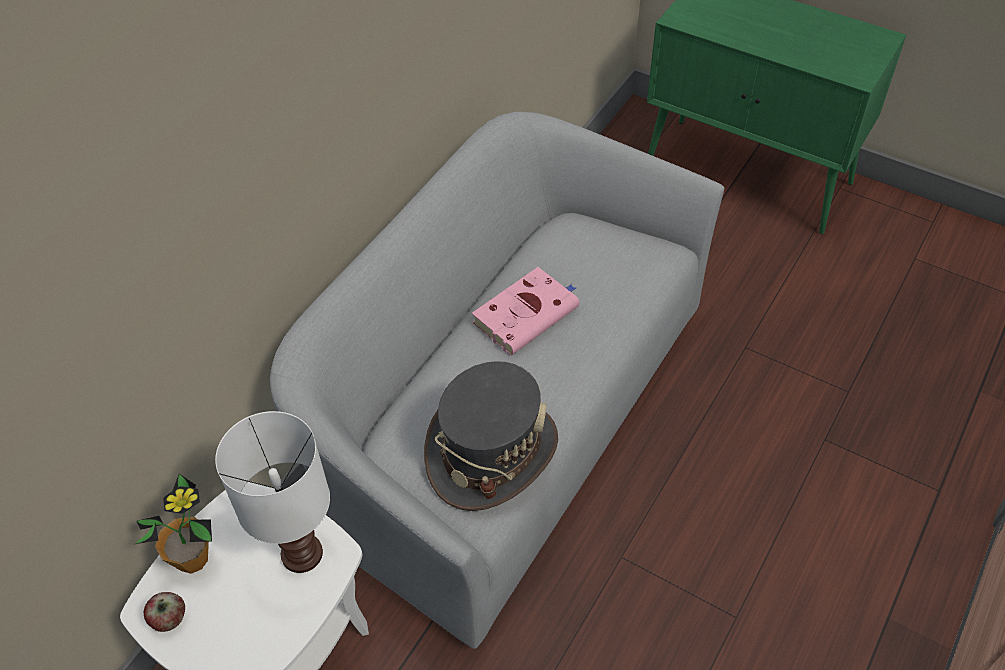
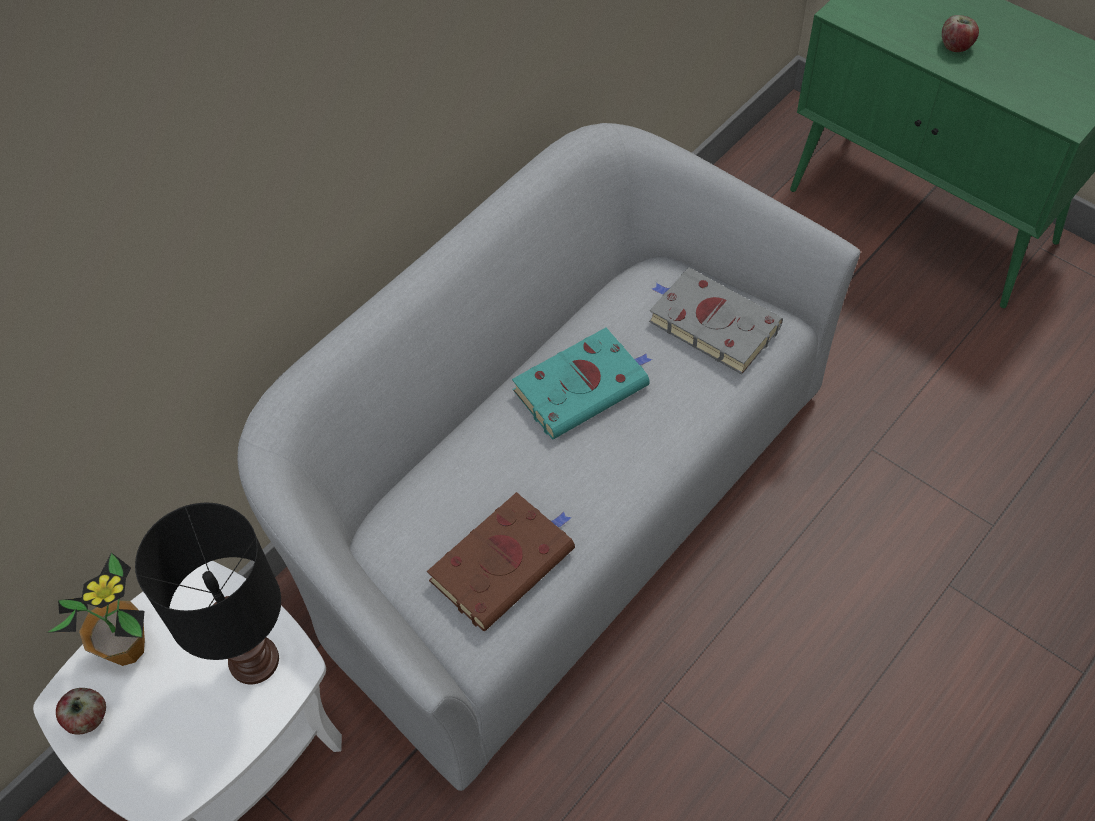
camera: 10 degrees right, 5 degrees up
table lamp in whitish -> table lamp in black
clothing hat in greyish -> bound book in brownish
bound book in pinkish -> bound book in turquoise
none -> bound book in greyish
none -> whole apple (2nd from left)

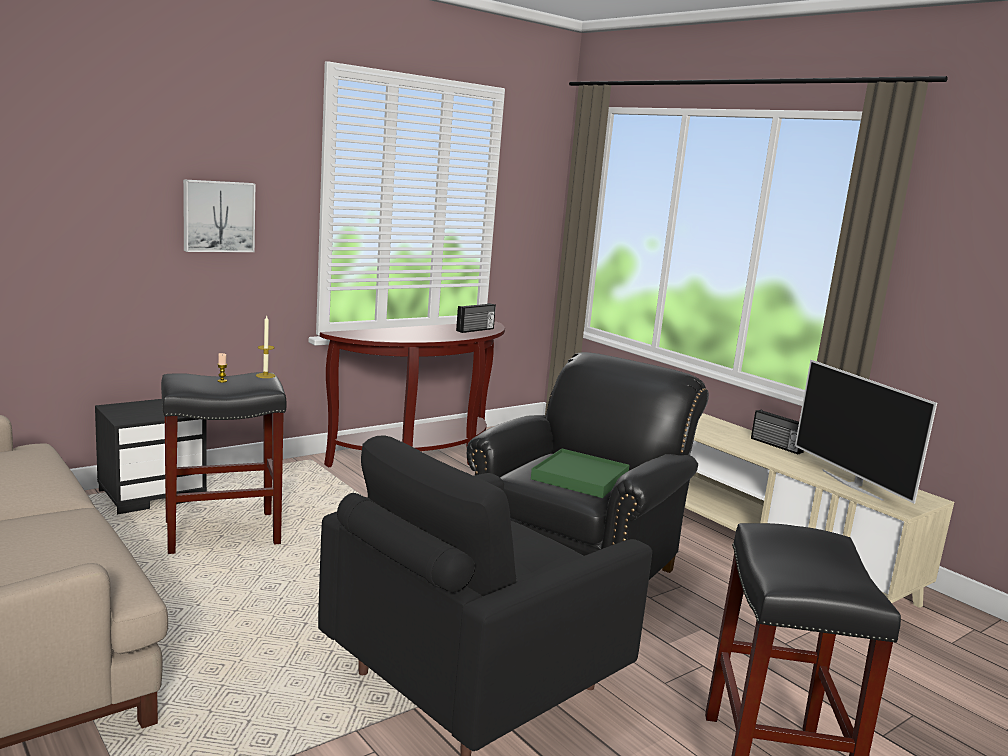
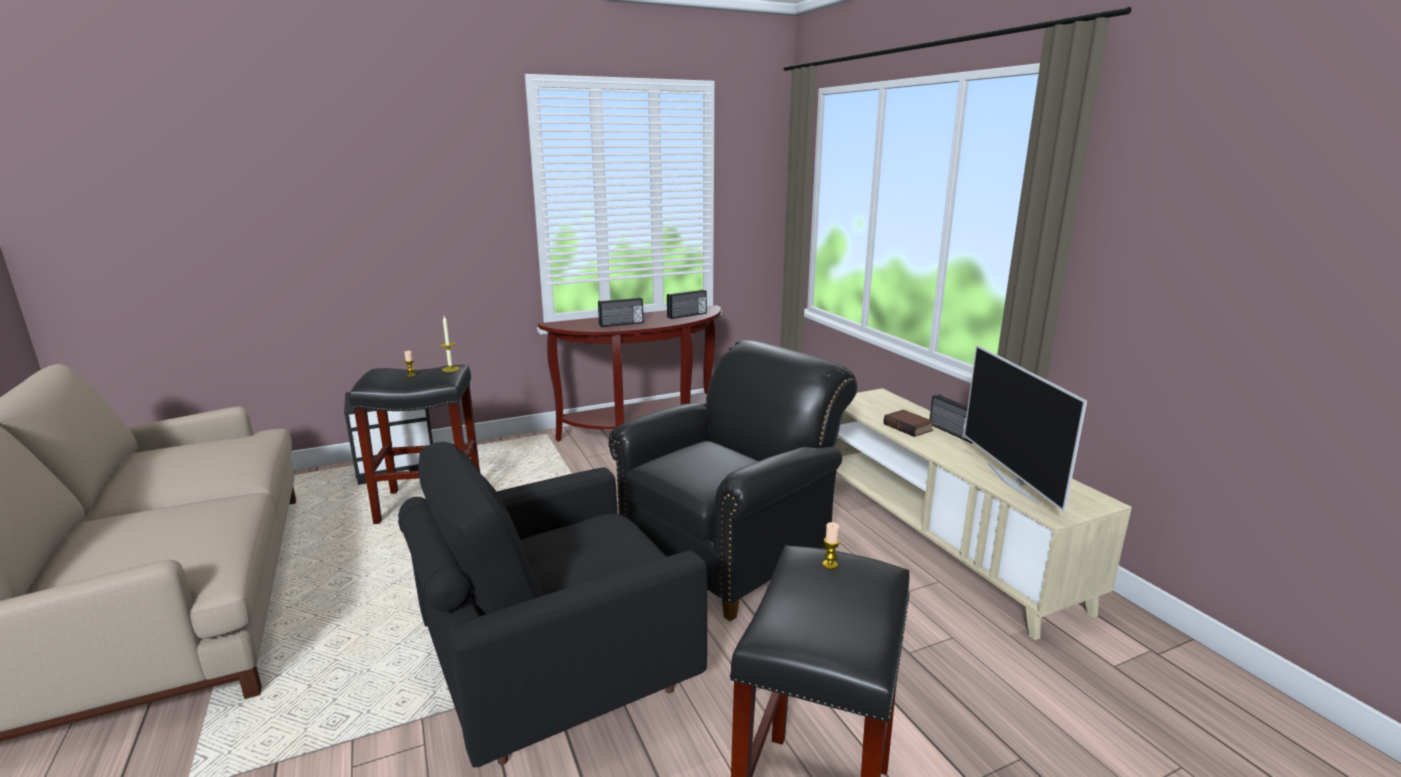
camera: 15 degrees right, 5 degrees up
none -> radio (1st from left)
none -> wax light (3rd from left)
none -> bound book
wall art -> none
tray in greenish -> none

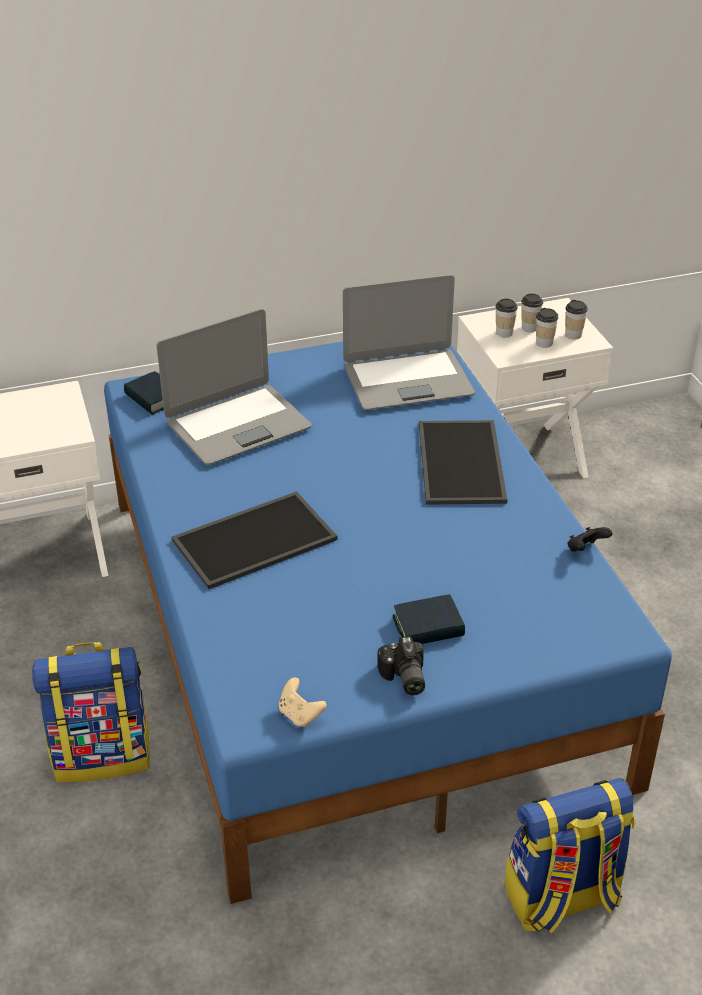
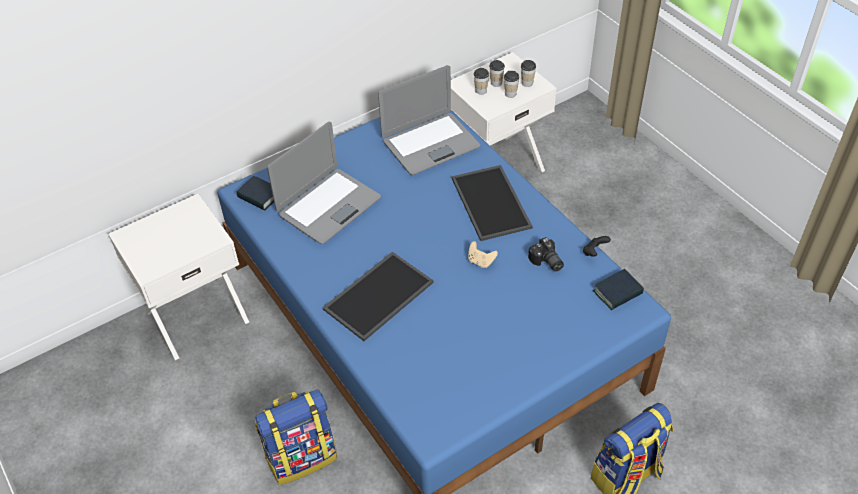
camera: 15 degrees left, 10 degrees up
game controller in beige-coloured, moved
still camera, moved
bound book (2nd from left), moved

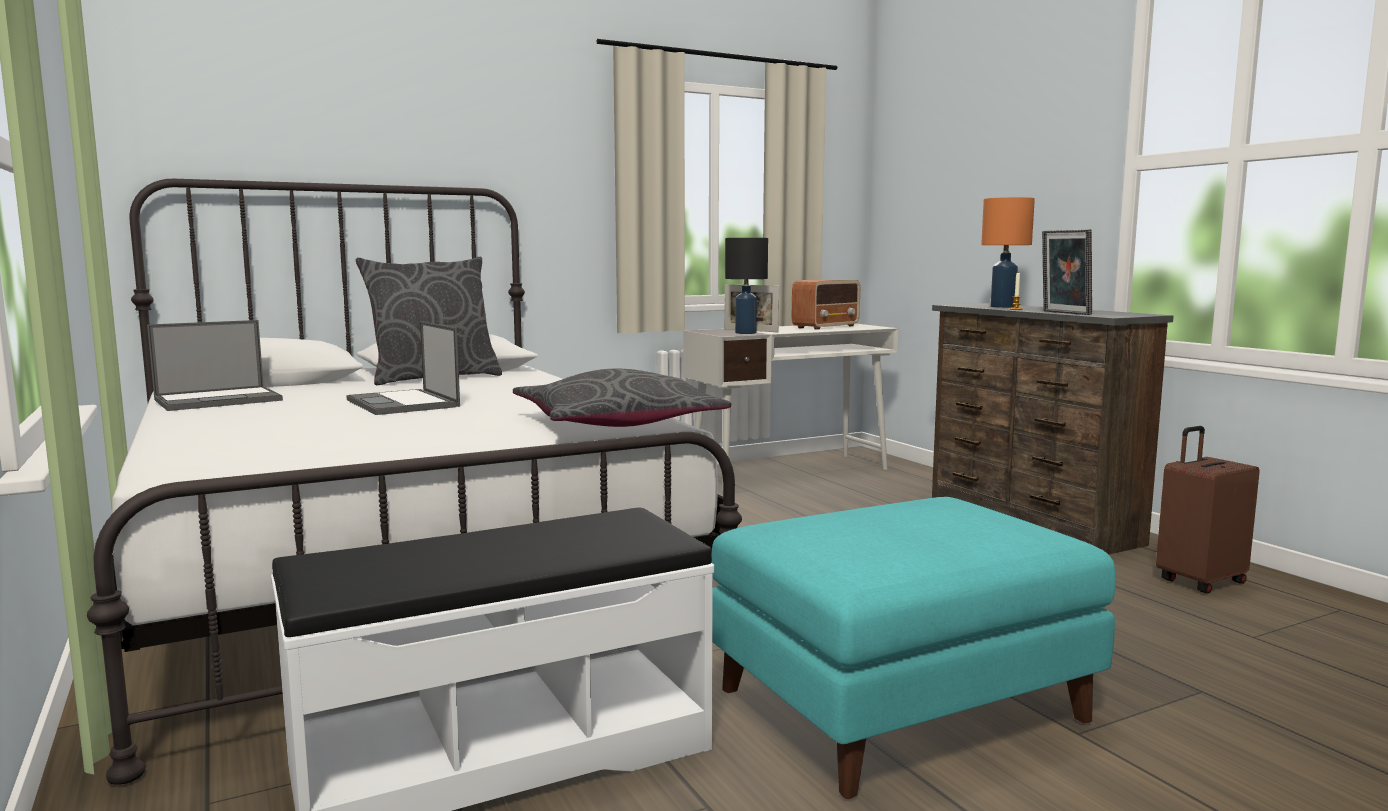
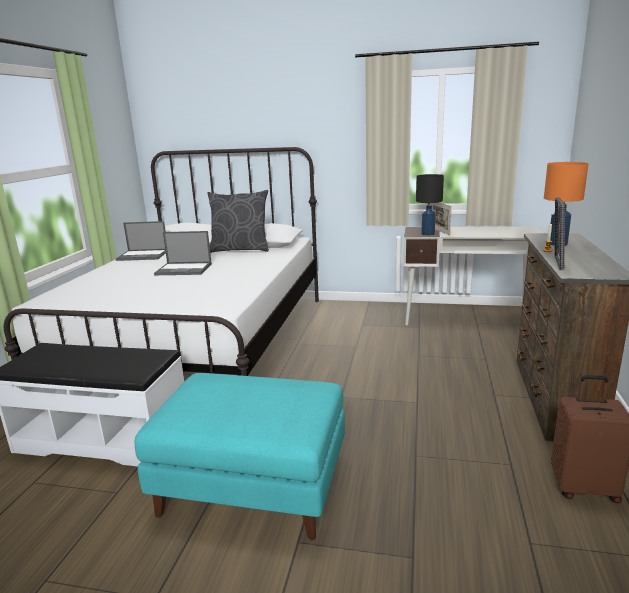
camera: 40 degrees right, 10 degrees up
laptop (2nd from left), 90 degrees counterclockwise
pillow in greyish (2nd from left) -> none
radio -> none

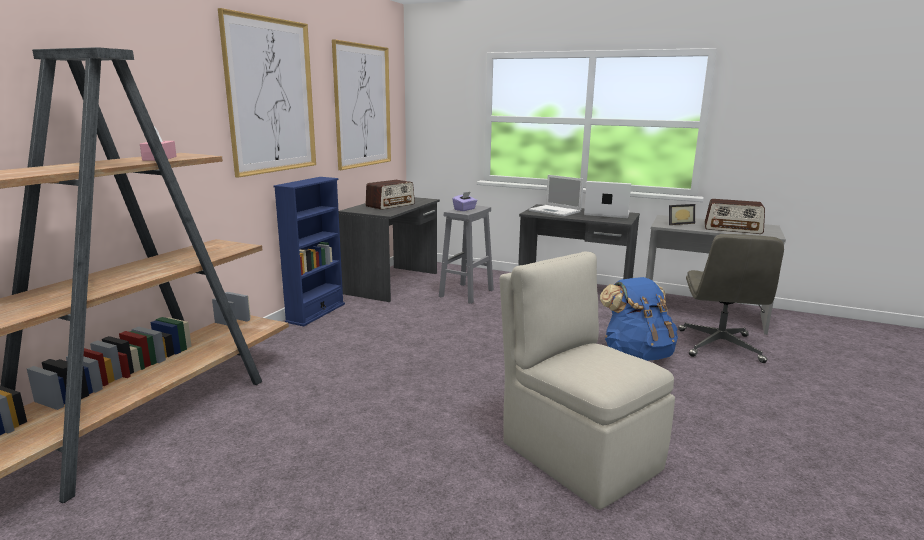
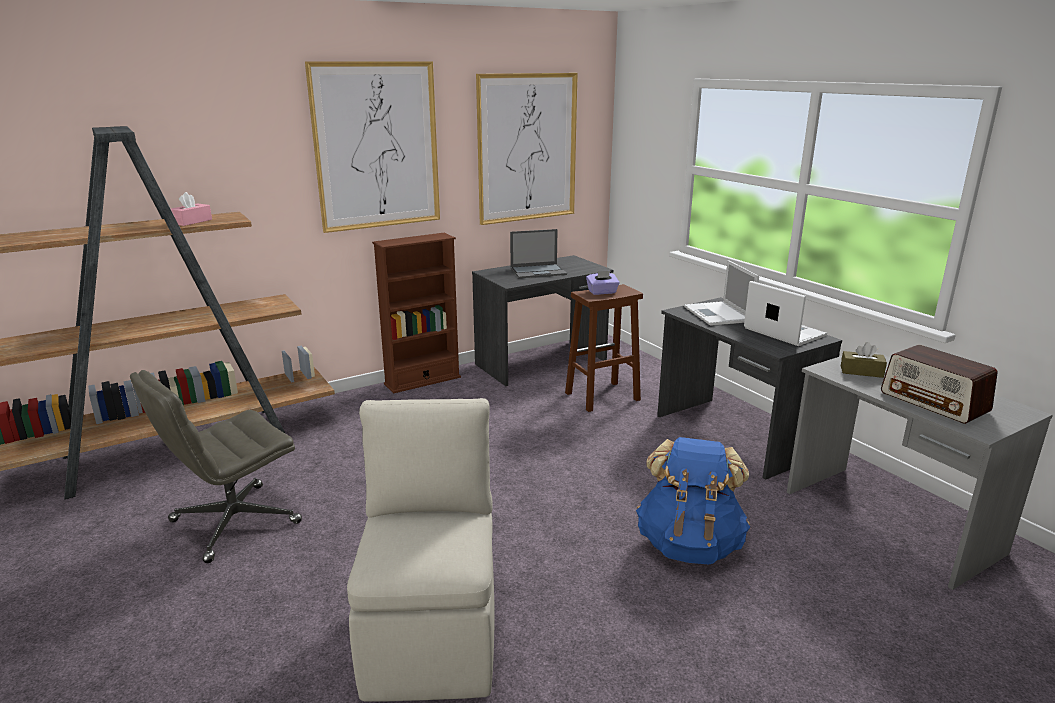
camera: 35 degrees right, 5 degrees up
office chair in greyish, moved
shelving unit in bluish -> shelving unit in brownish (2nd from left)
radio (1st from left) -> laptop (1st from left)
sitting stool in greyish -> sitting stool in brownish
picture frame -> box of tissues in brownish

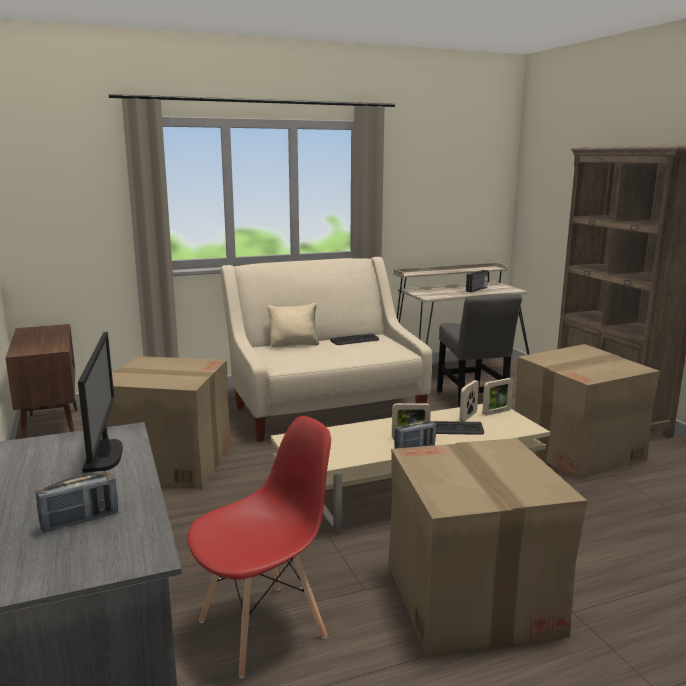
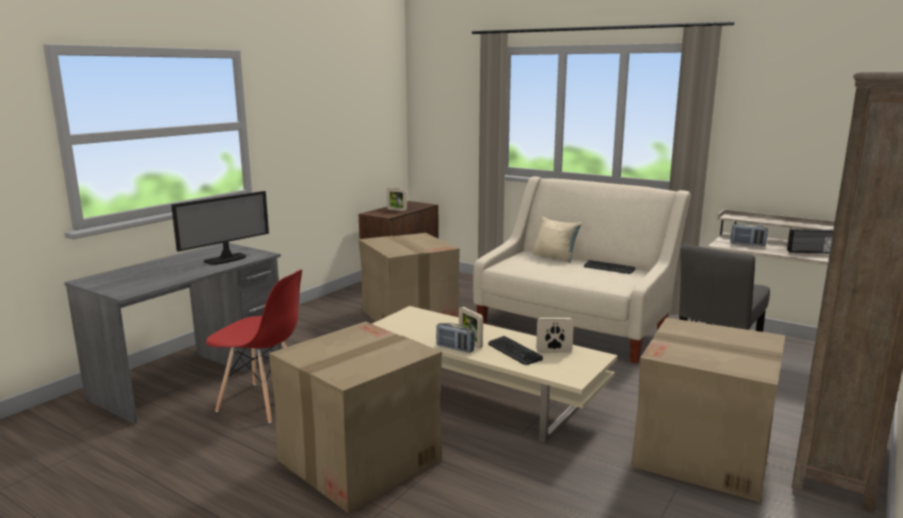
camera: 55 degrees right, 0 degrees up
picture frame (3rd from left in the first image) -> picture frame (1st from left), moved
radio (1st from left in the first image) -> radio (2nd from left), moved

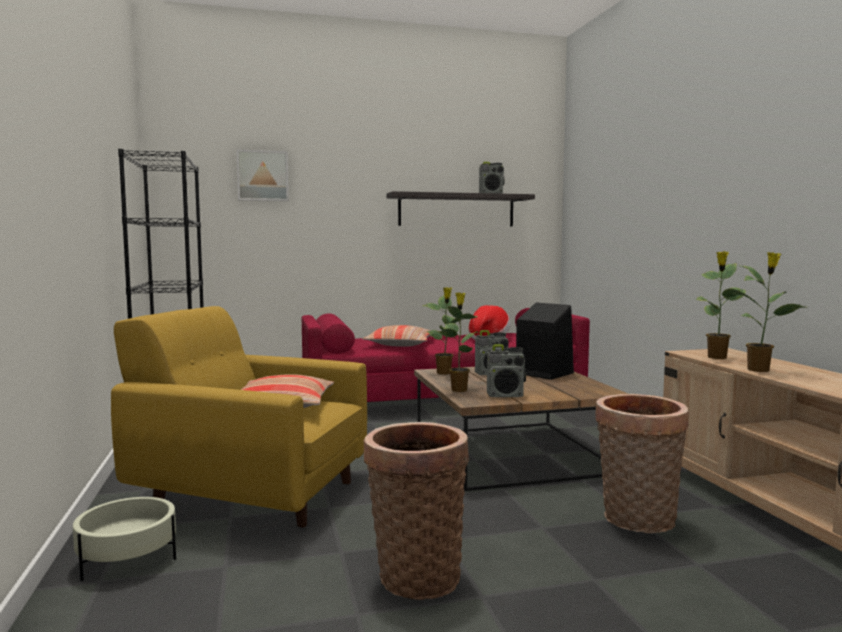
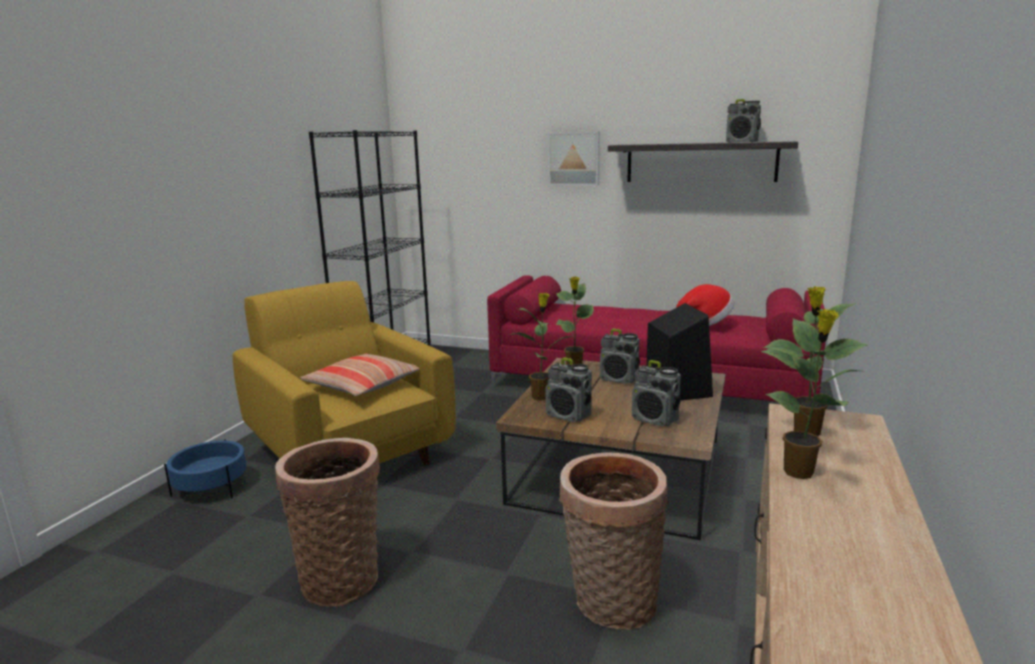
camera: 35 degrees right, 10 degrees up
flower pot in beige-coloured -> flower pot in bluish
wall art, moved
none -> radio (3rd from left)
pillow (2nd from left) -> none

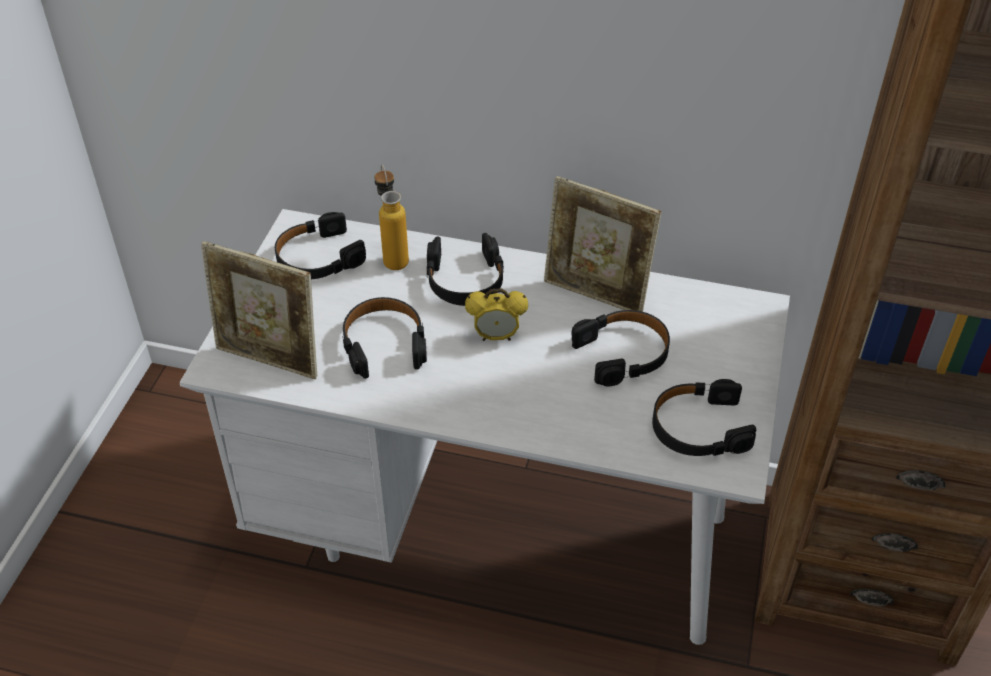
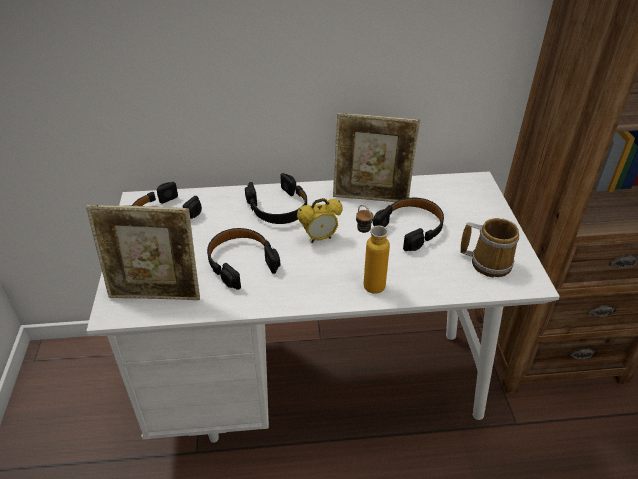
camera: 20 degrees left, 5 degrees down
drink bottle, moved
headphones in black (5th from left) -> mug

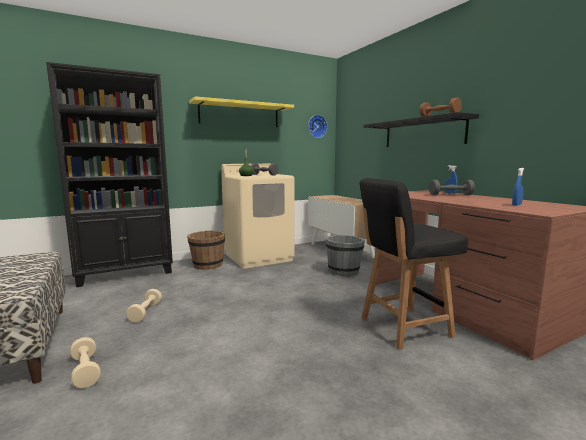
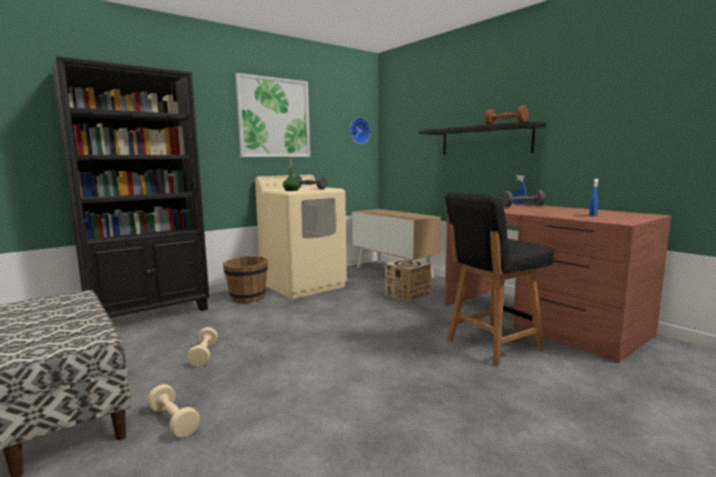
camera: 10 degrees left, 0 degrees up
wall shelf in yellow -> wall art
bucket in greyish -> packing box

